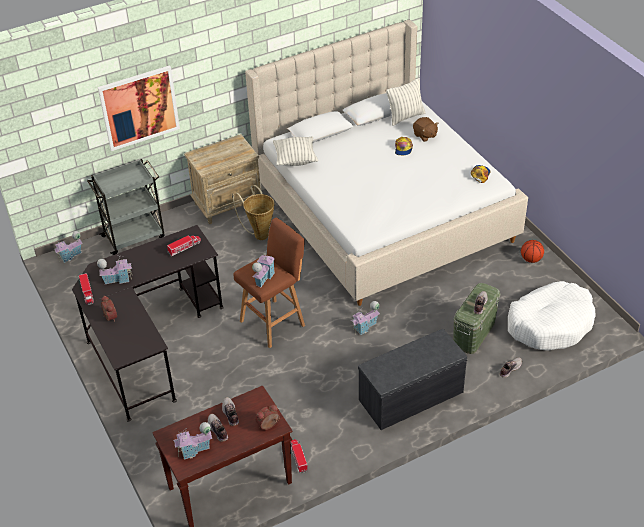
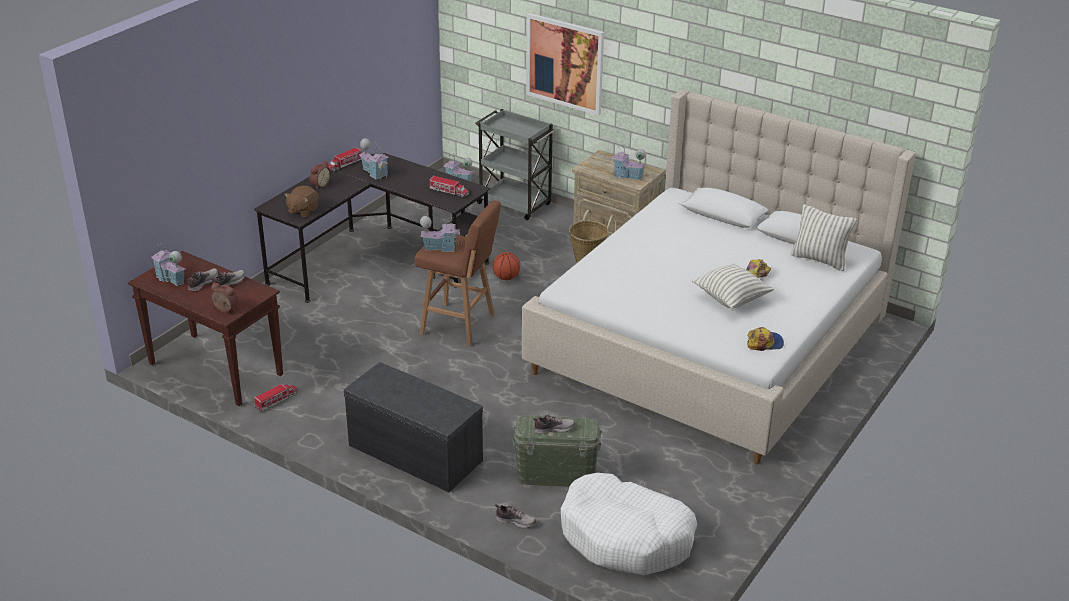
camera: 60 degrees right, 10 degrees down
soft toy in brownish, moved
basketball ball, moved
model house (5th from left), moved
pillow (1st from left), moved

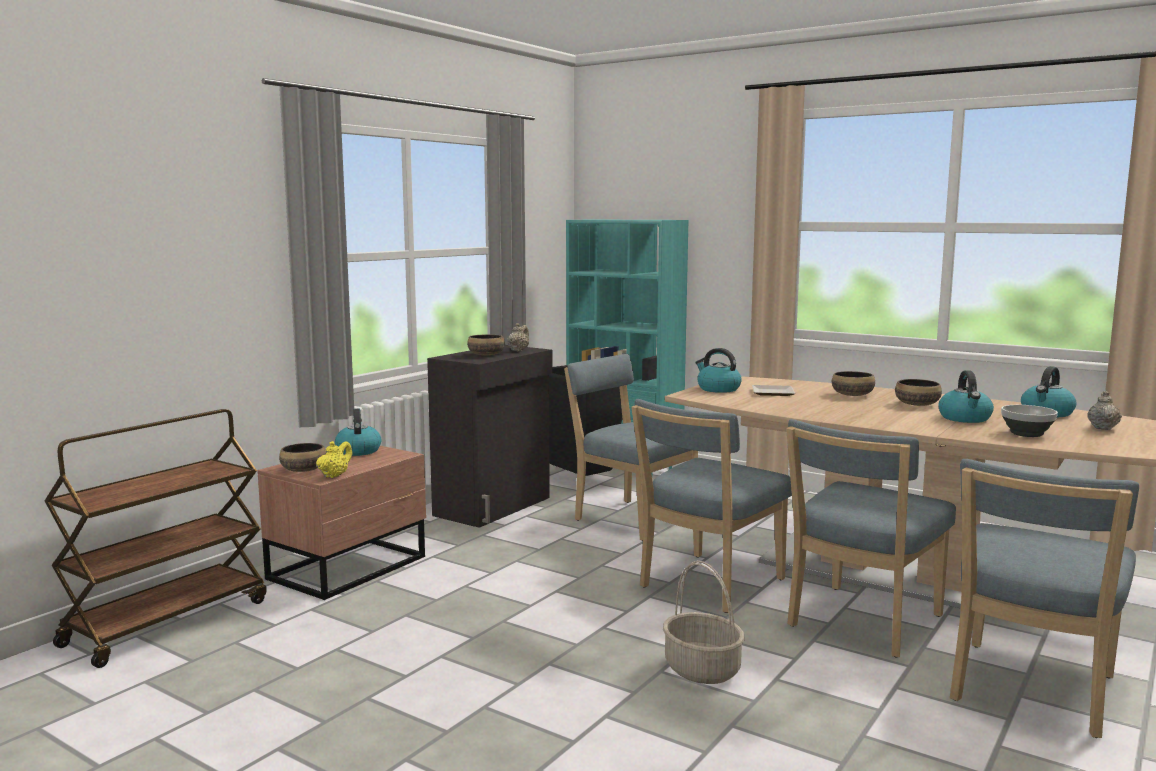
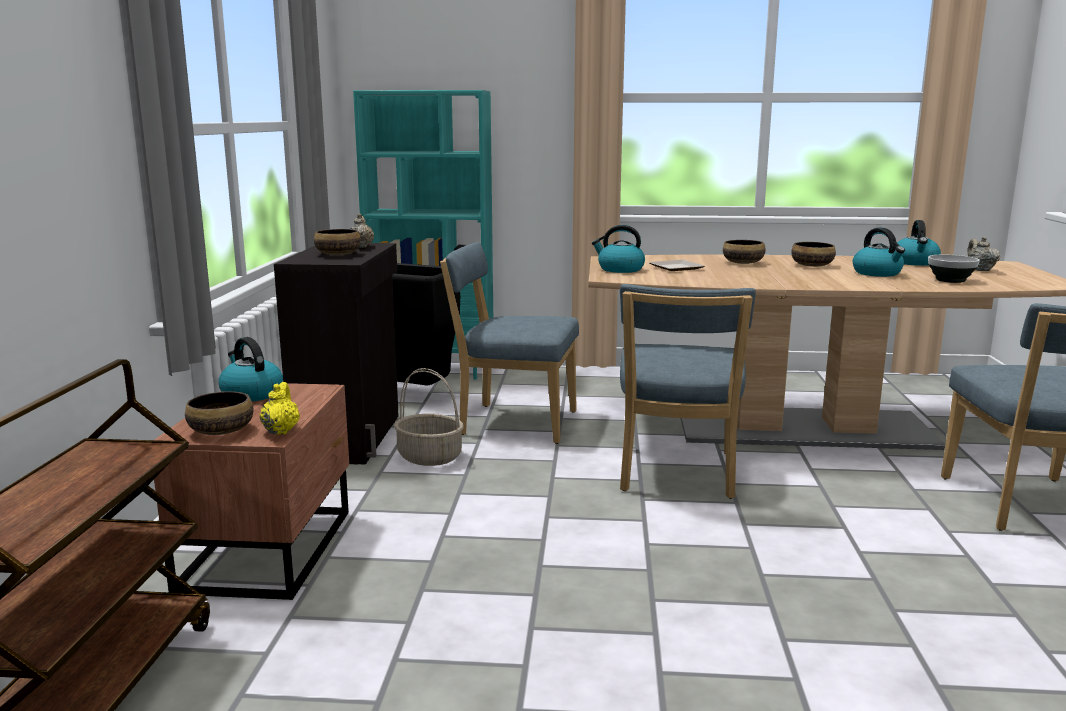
camera: 30 degrees left, 5 degrees up
household basket, moved
chair in bluish (3rd from left) -> none

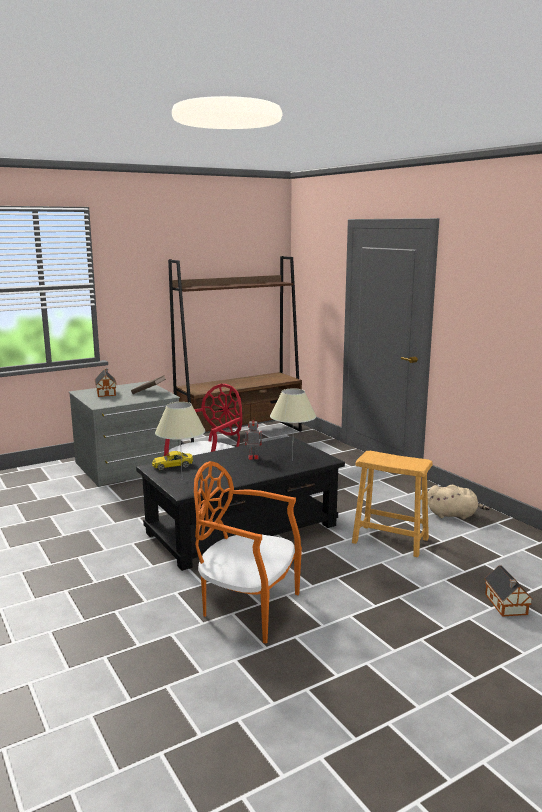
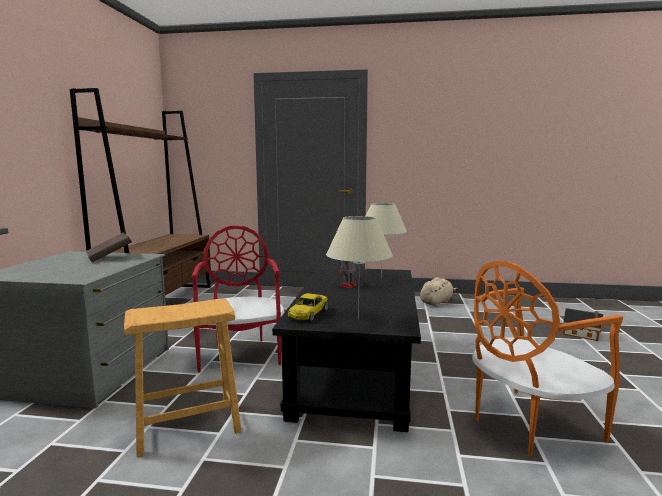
camera: 50 degrees left, 5 degrees down
sitting stool in brownish, moved
model house (1st from left) -> none

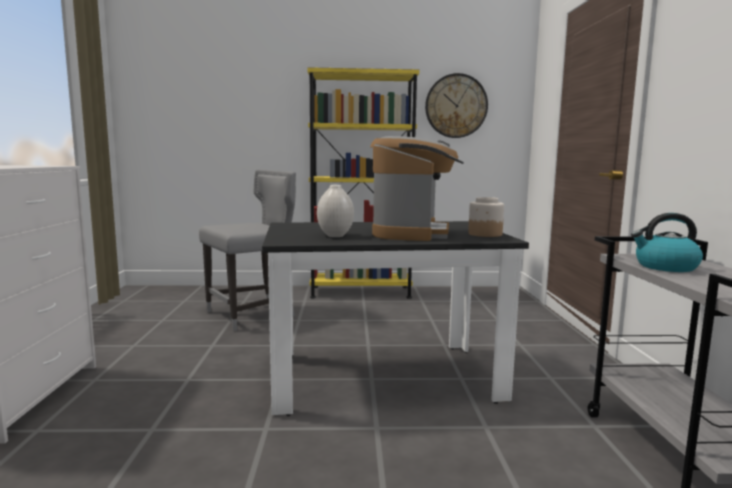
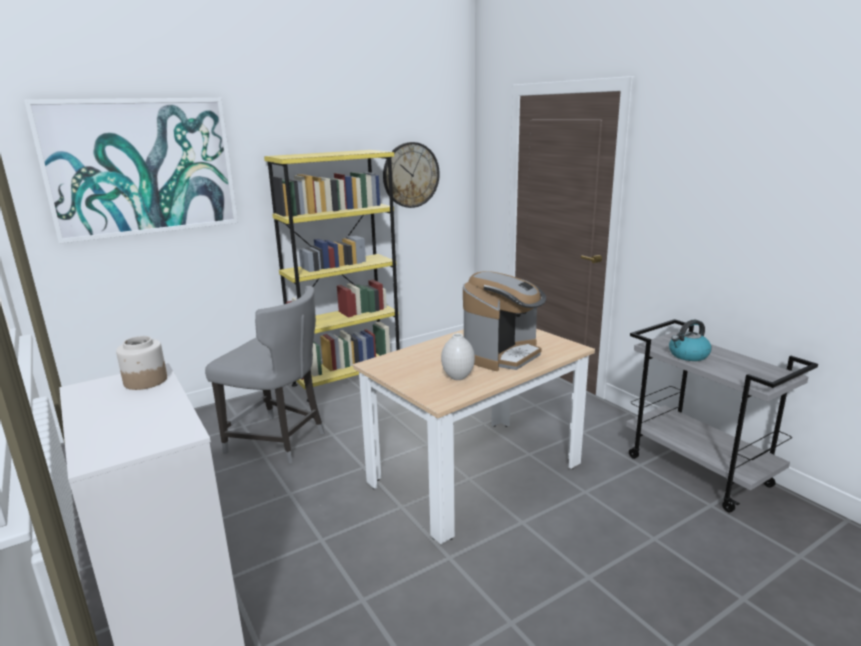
camera: 30 degrees left, 10 degrees up
none -> wall art
preserve jar, moved
chair in greyish, 90 degrees clockwise
kitchen table in black -> kitchen table in beige-coloured
coffee brewer, 60 degrees clockwise

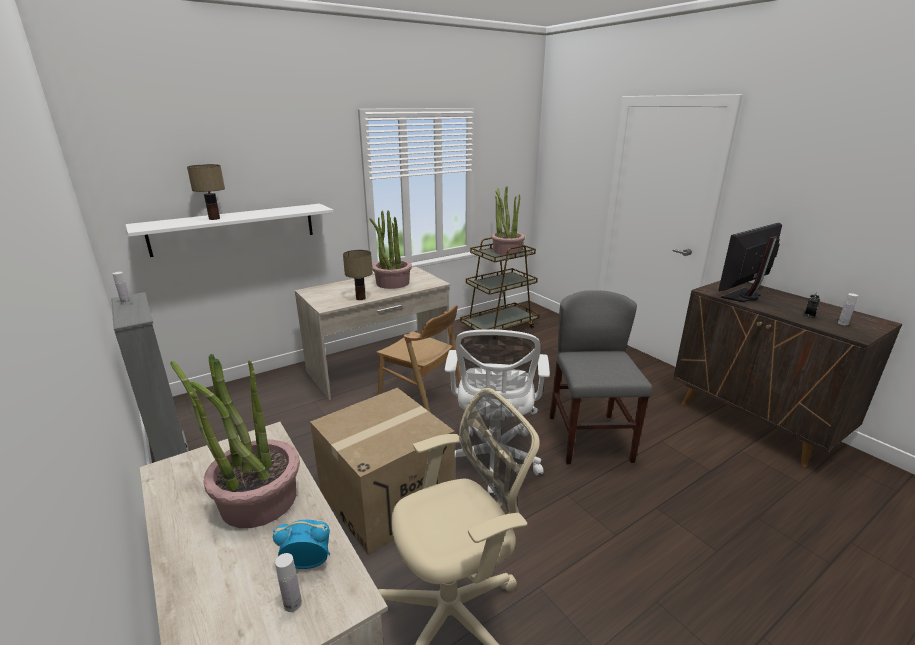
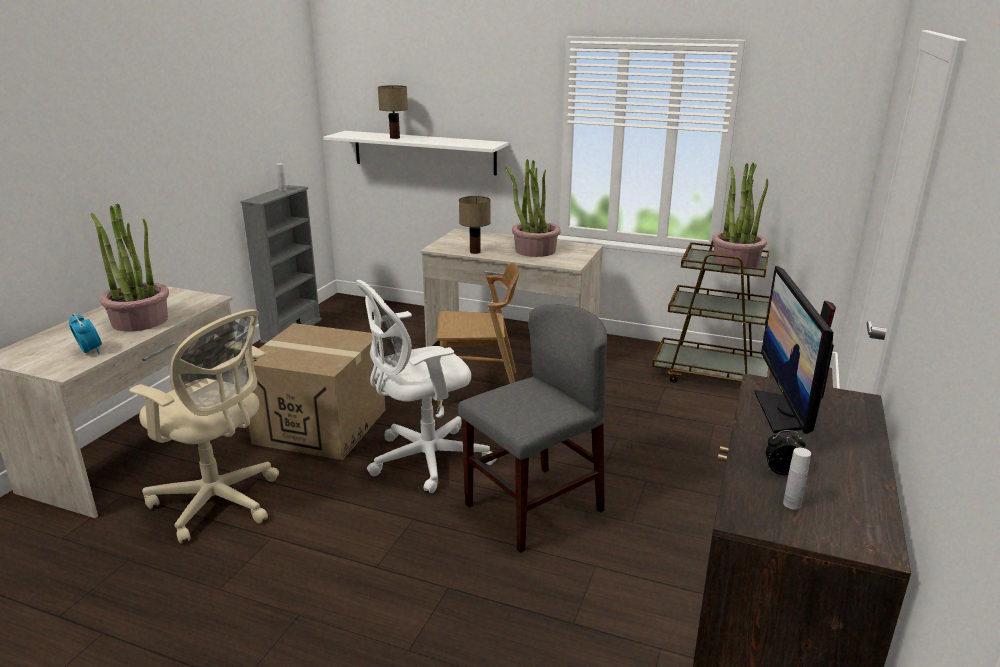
camera: 55 degrees right, 0 degrees up
chair in brownish, 90 degrees counterclockwise
computer screen, 105 degrees counterclockwise
drink bottle in whitish (2nd from left) -> none

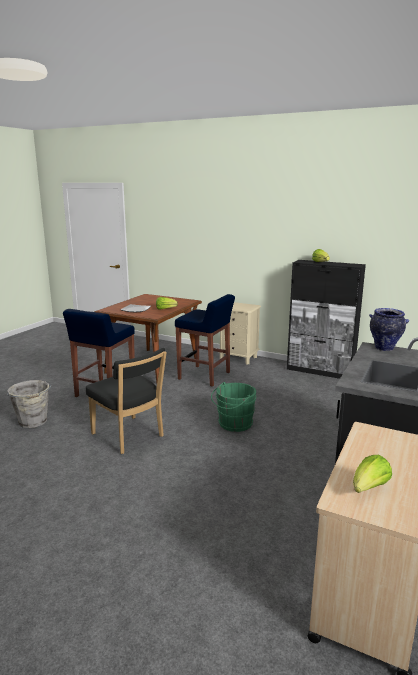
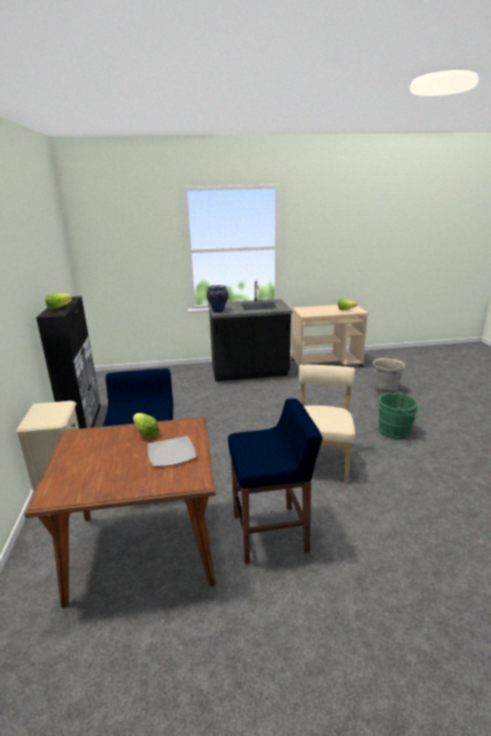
camera: 125 degrees left, 5 degrees up
chair in black -> chair in beige-coloured
bucket in greyish, moved
bucket in greenish, moved

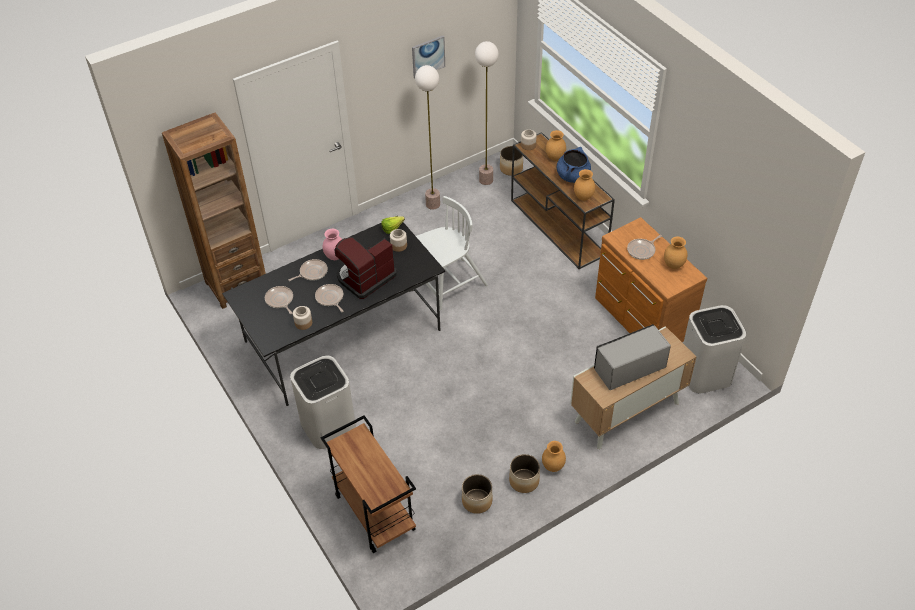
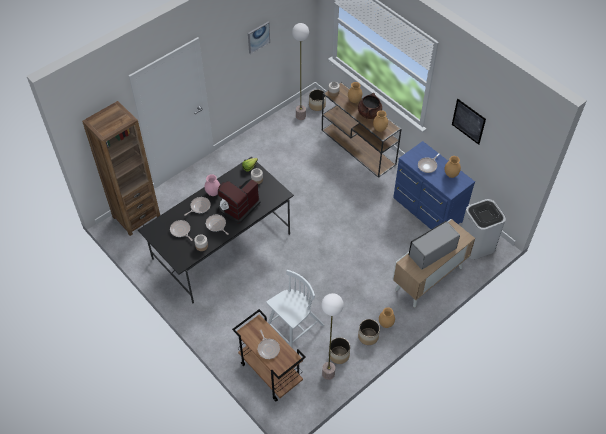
camera: 10 degrees left, 5 degrees up
none -> frying pan (4th from left)
chair in whitish, moved
standing lamp (1st from left in the first image) -> standing lamp (2nd from left), moved
stockpot in bluish -> stockpot in brownish
drawer chest in brownish -> drawer chest in bluish
none -> wall art (2nd from left)
trash can in whitish (1st from left) -> none

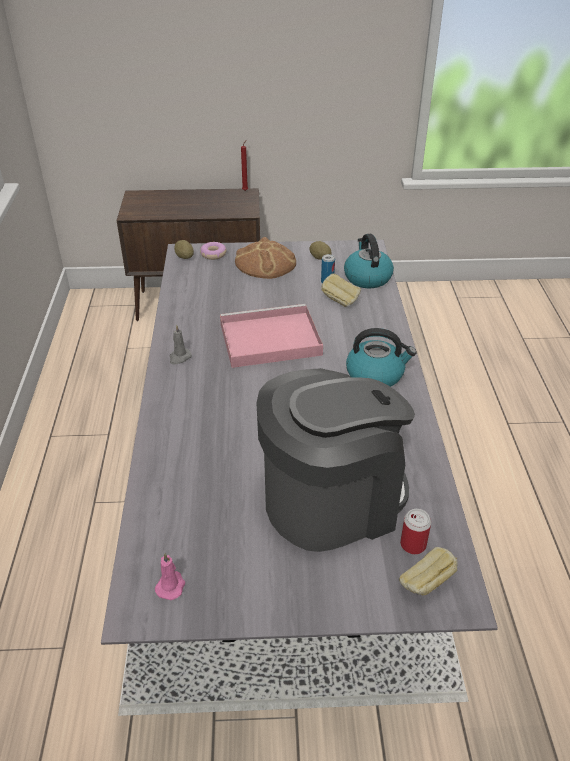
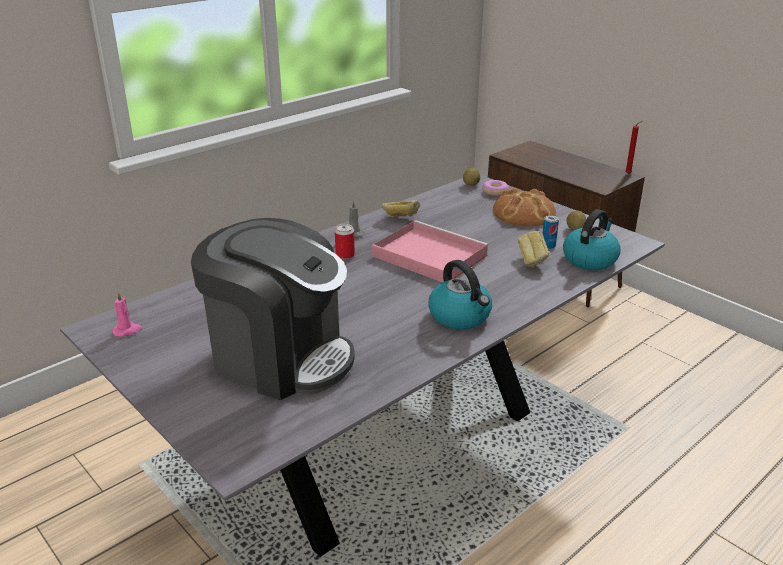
camera: 50 degrees right, 10 degrees down
metal can (2nd from left in the first image) -> metal can (1st from left), moved
bread (3rd from left in the first image) -> bread (1st from left), moved

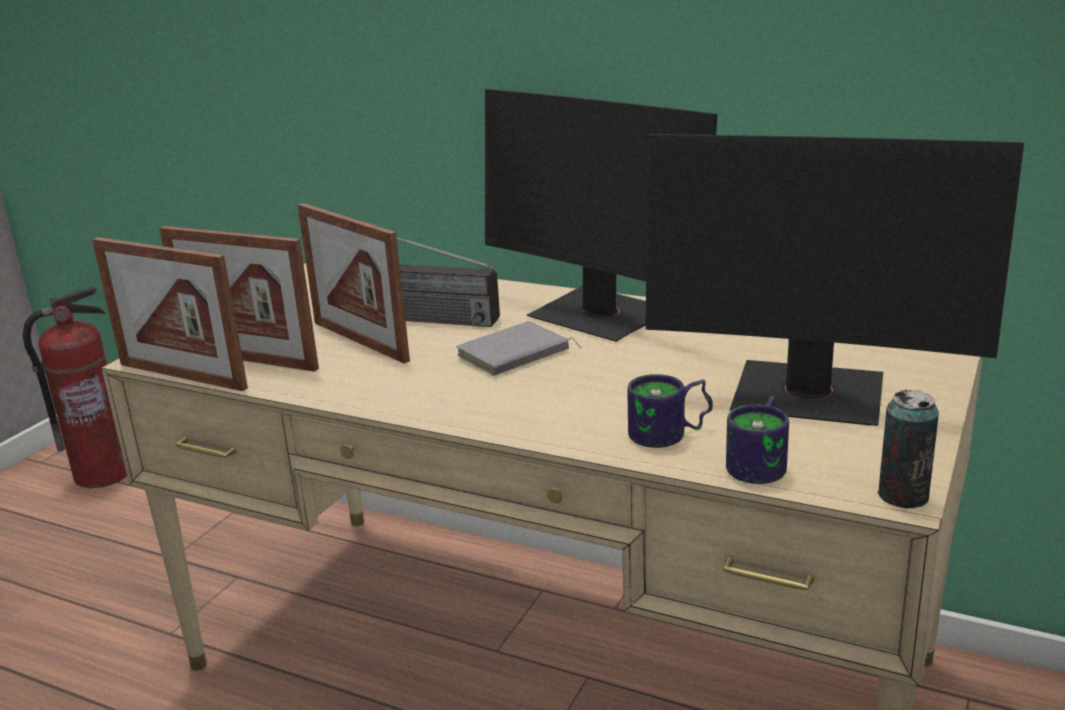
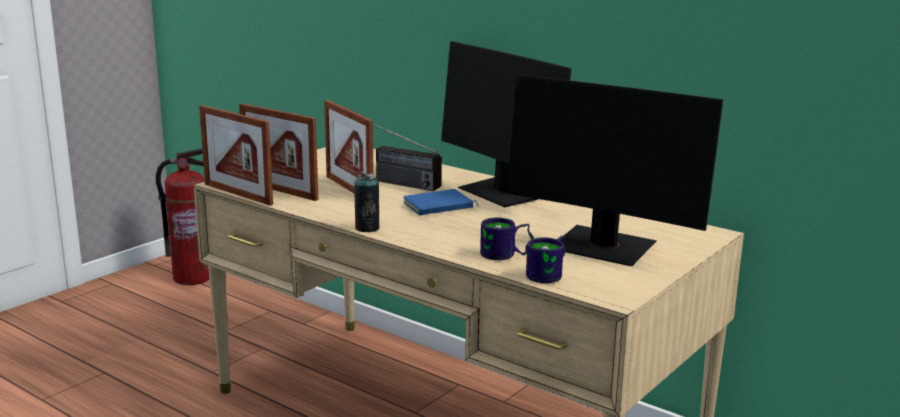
camera: 10 degrees right, 5 degrees down
metal can, moved
bound book in greyish -> bound book in bluish

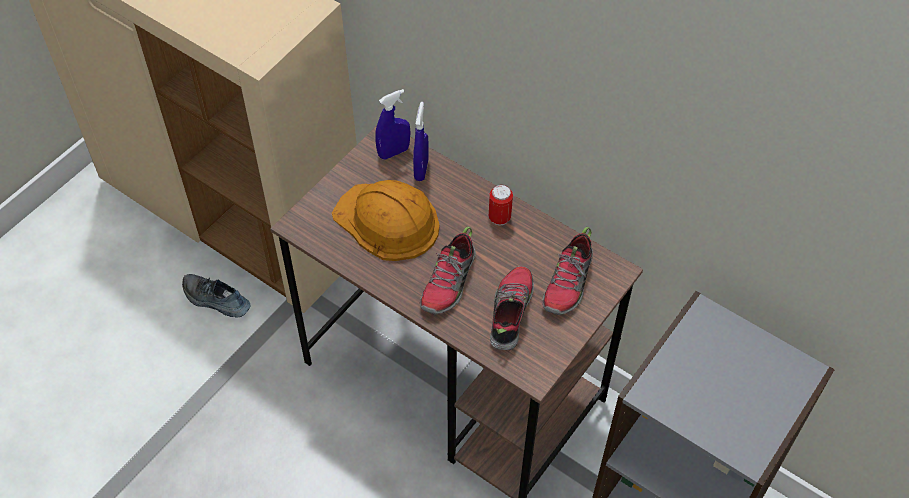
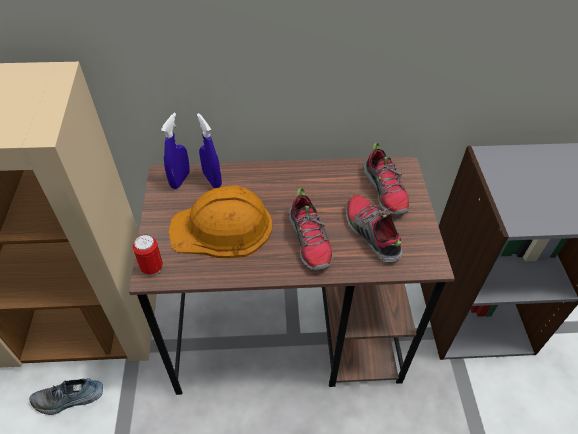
camera: 40 degrees left, 5 degrees down
metal can, moved

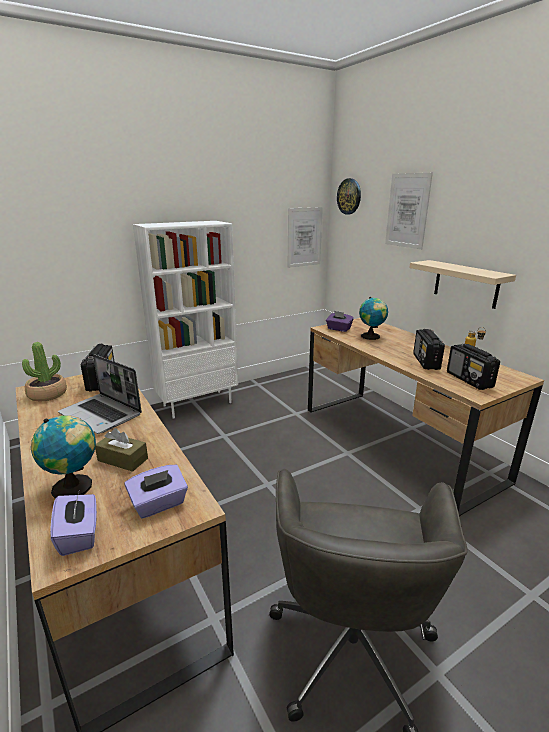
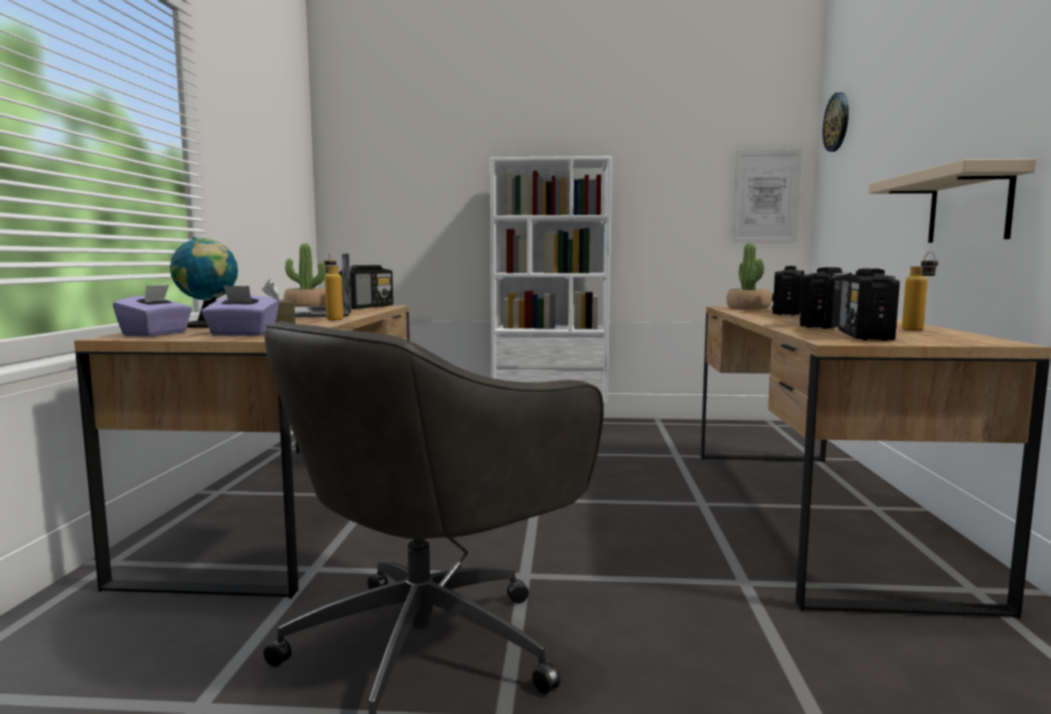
camera: 35 degrees right, 15 degrees down
none -> drink bottle (1st from left)
box of tissues in purplish (3rd from left) -> potted plant (2nd from left)
globe (2nd from left) -> radio (2nd from left)
wall art (2nd from left) -> none

